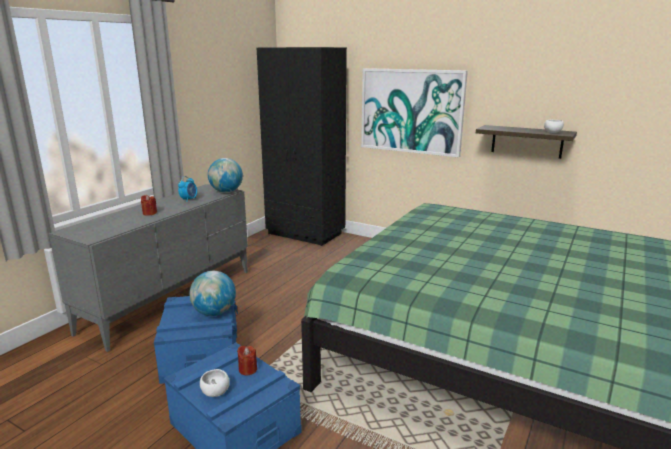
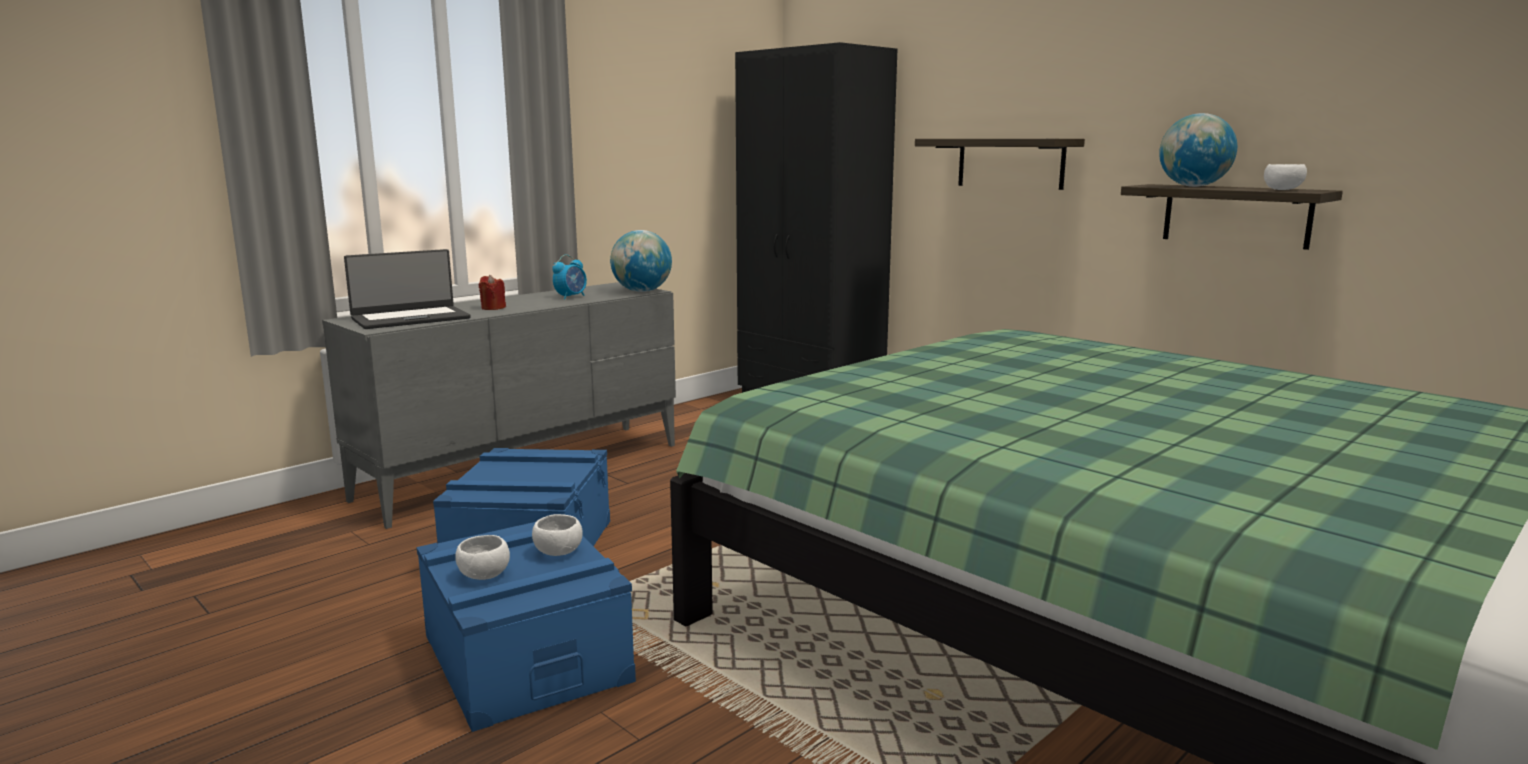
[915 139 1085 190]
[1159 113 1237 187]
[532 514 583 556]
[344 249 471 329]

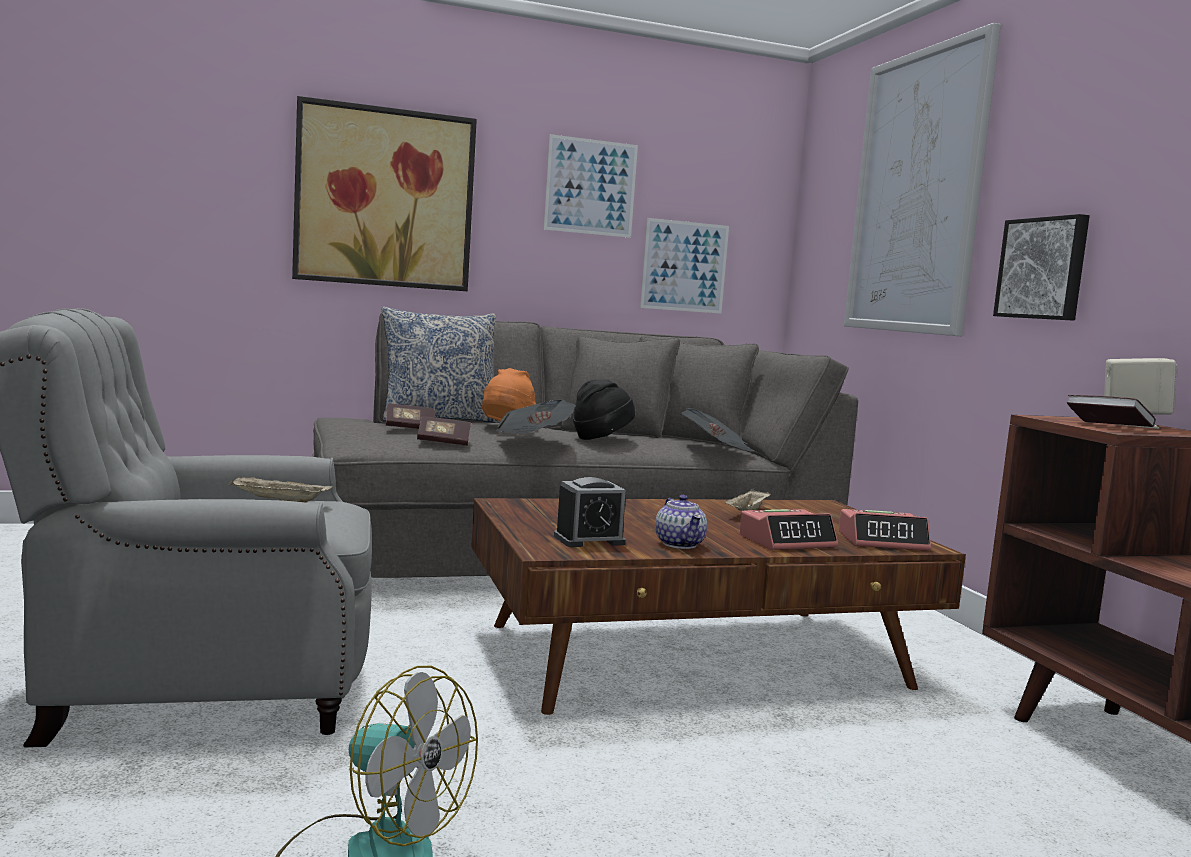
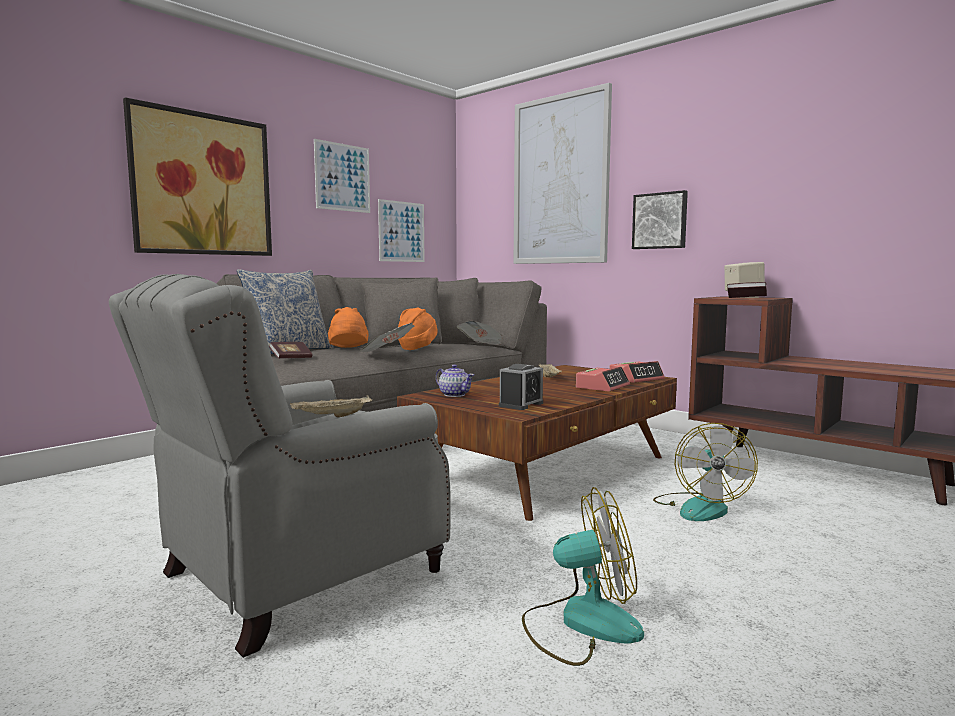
[398 308 438 350]
[417 416 471 446] (first image)
[436 364 474 397]
[653 423 758 521]

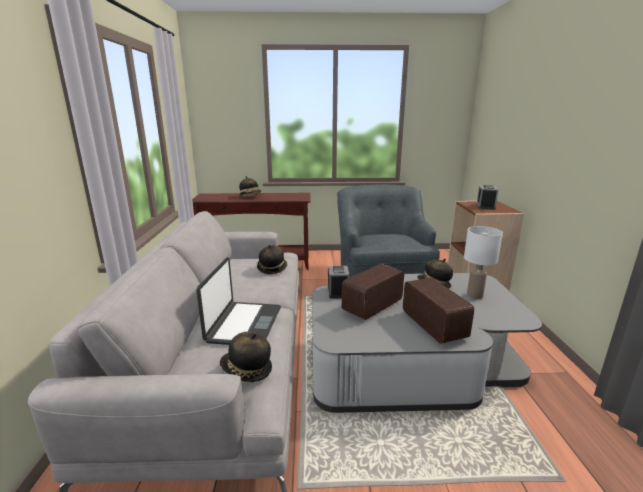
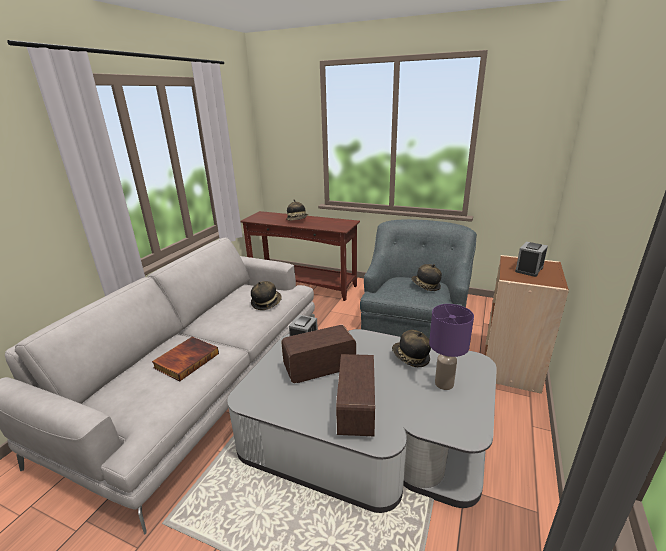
[429 304 474 390]
[152 337 219 381]
[411 264 442 291]

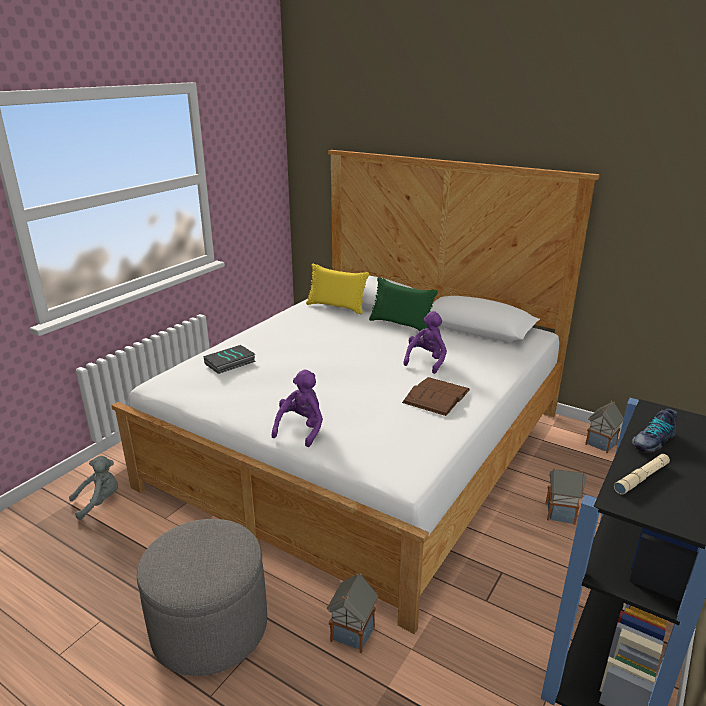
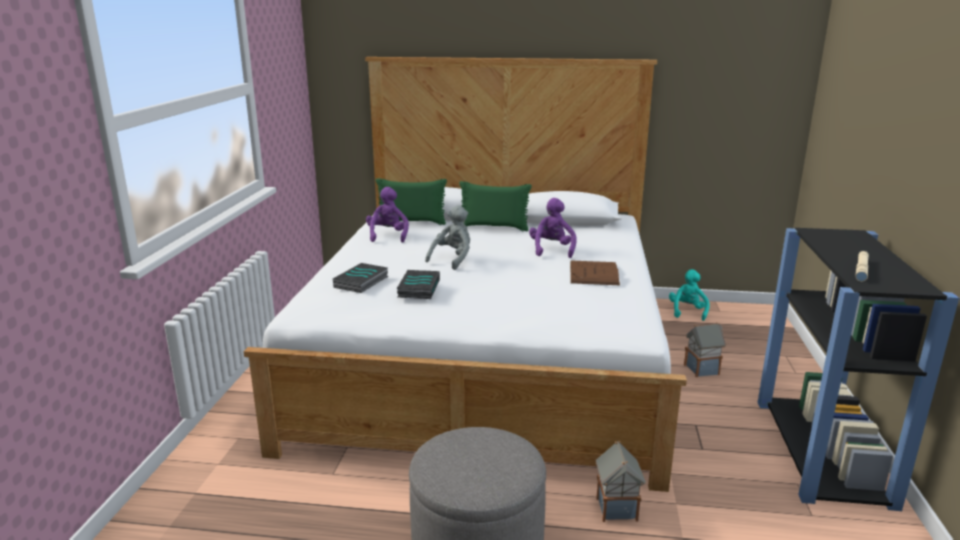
[376 178 447 225]
[366 187 409 242]
[669 269 709 321]
[632 409 677 453] (first image)
[425 205 470 270]
[396 270 440 299]

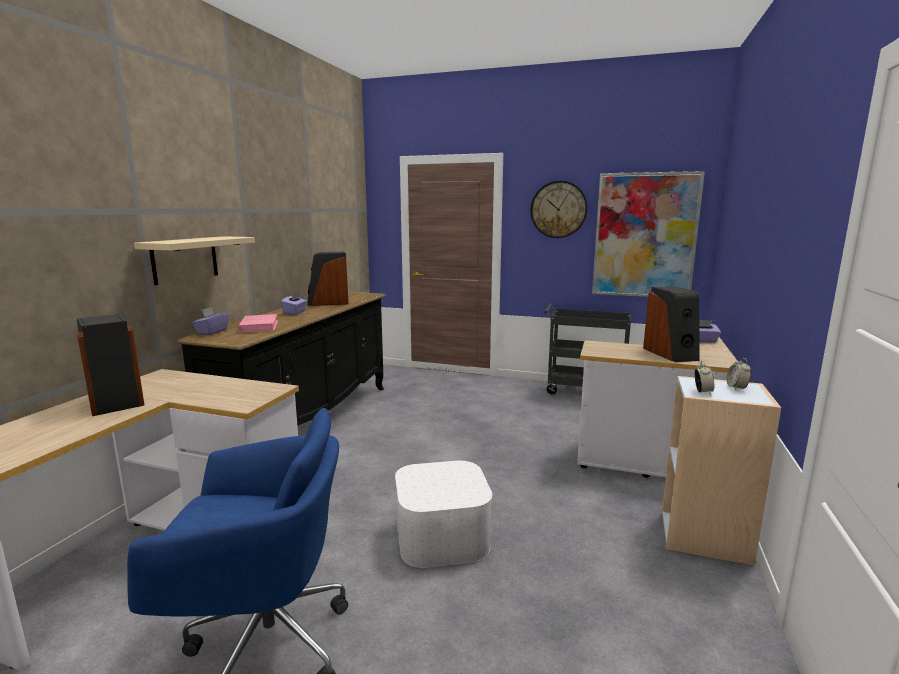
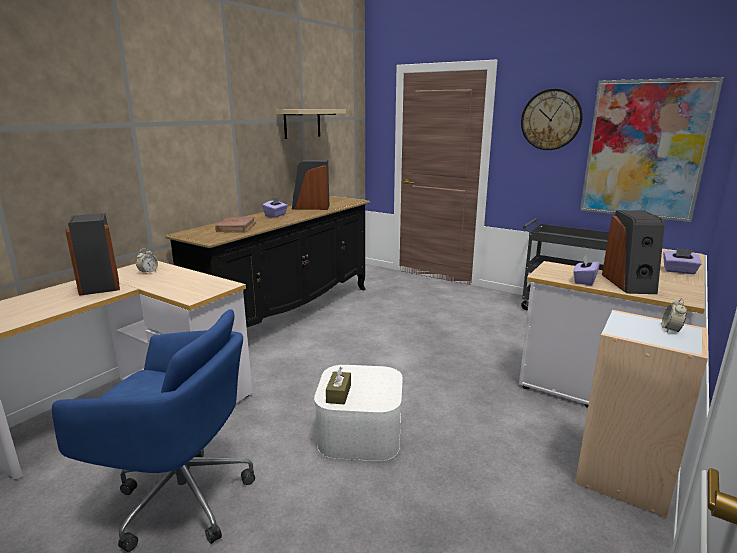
[276 109 346 139]
[573 256 600 286]
[215 217 256 233]
[136 248 158 274]
[326 367 351 405]

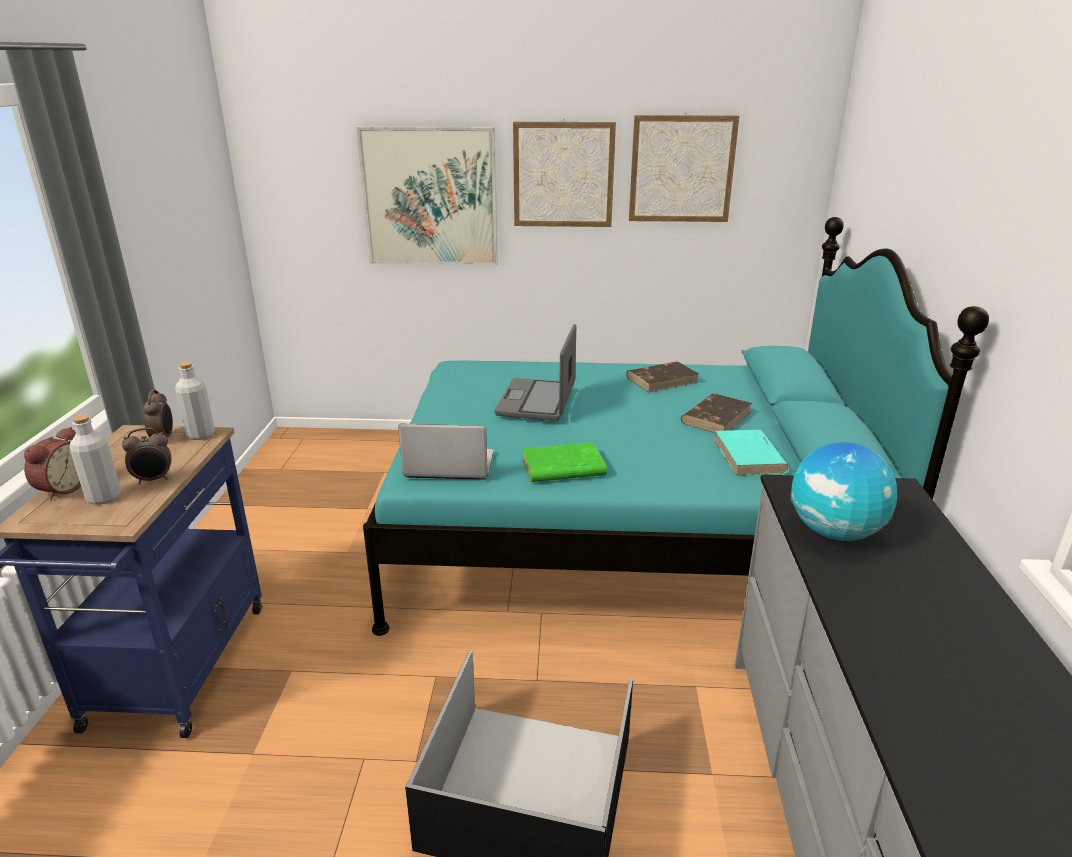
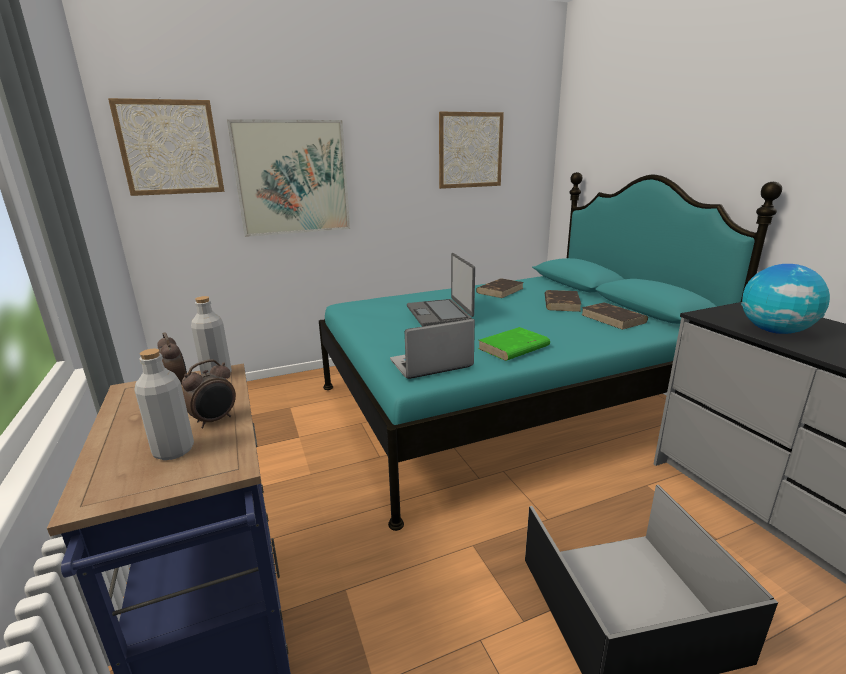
[108 97 225 196]
[24 427 81 501] (first image)
[582 302 648 330]

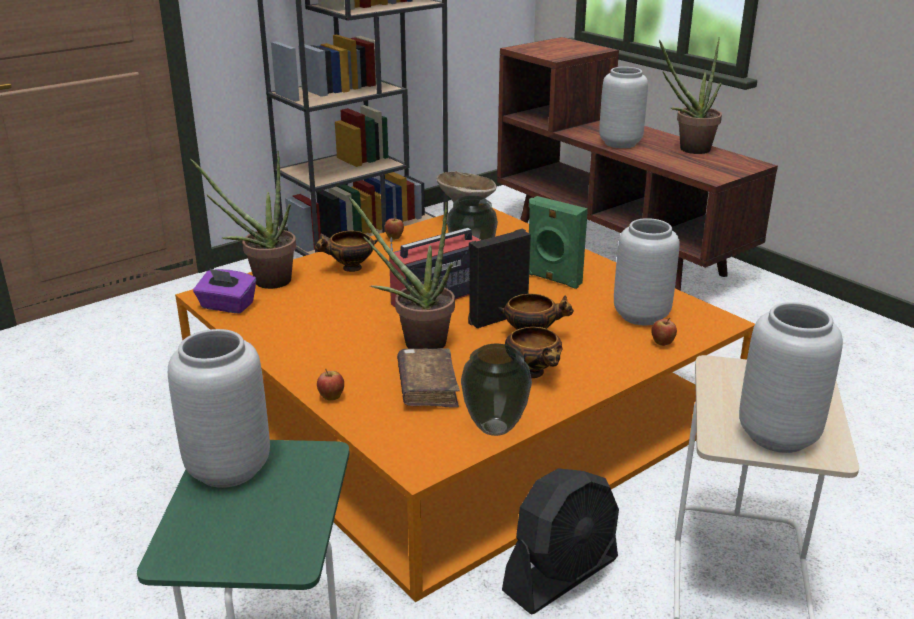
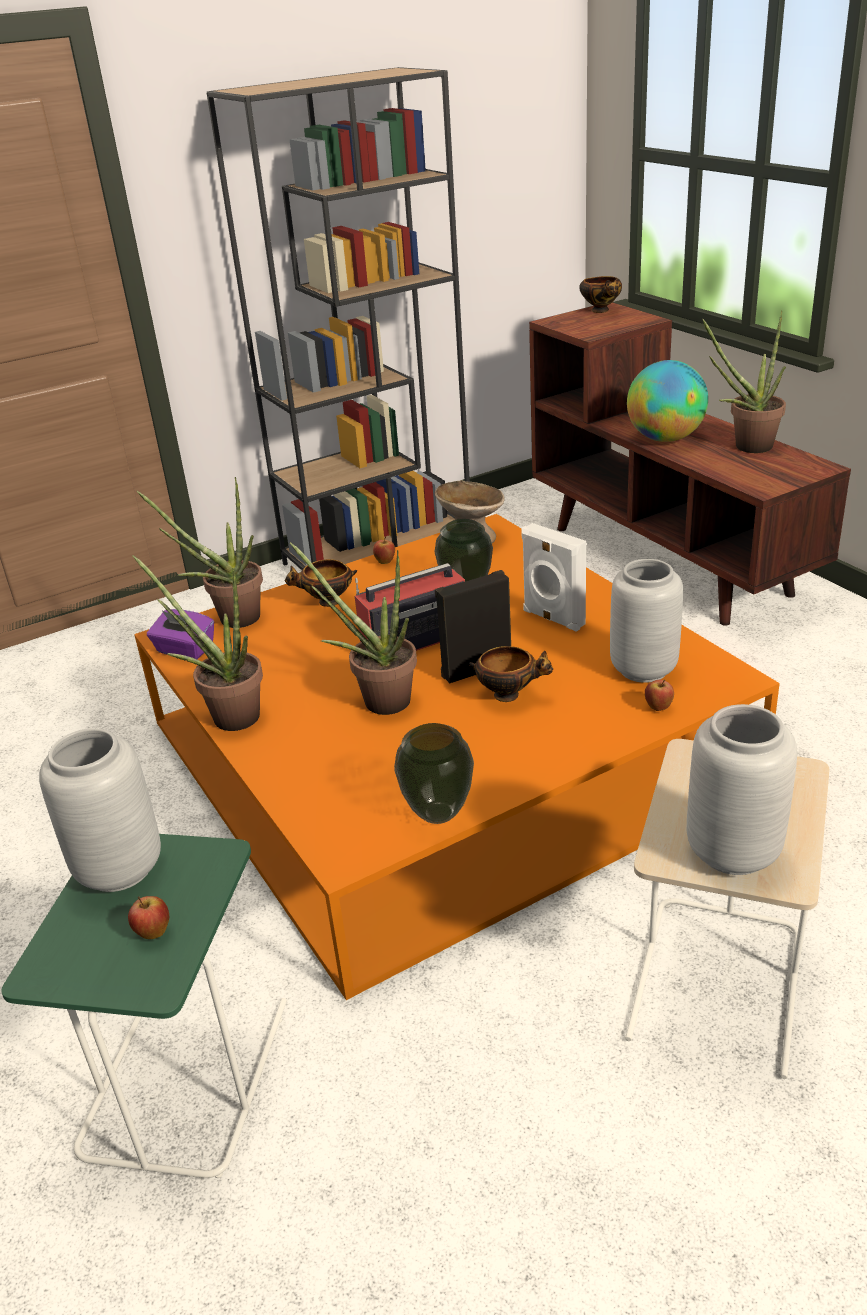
[627 360 708 442]
[521 523 586 632]
[579 276 622 313]
[397 348 460 407] (first image)
[128 896 169 939]
[502 468 619 614] (first image)
[132 555 263 731]

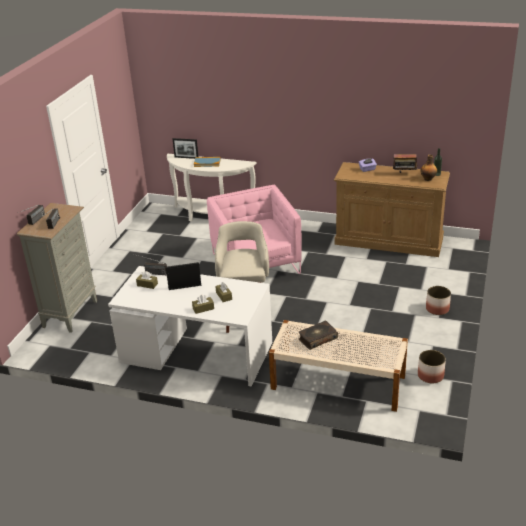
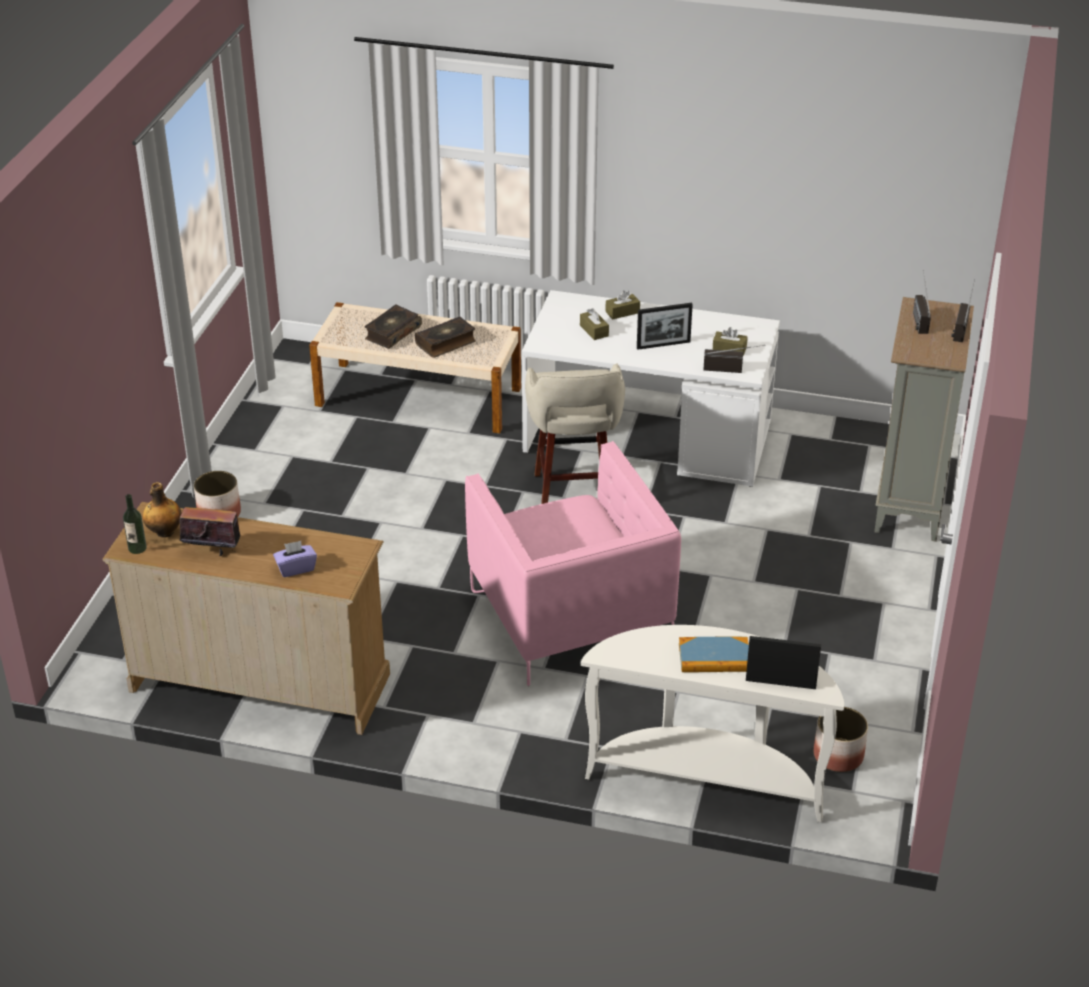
[814 707 868 772]
[364 305 422 349]

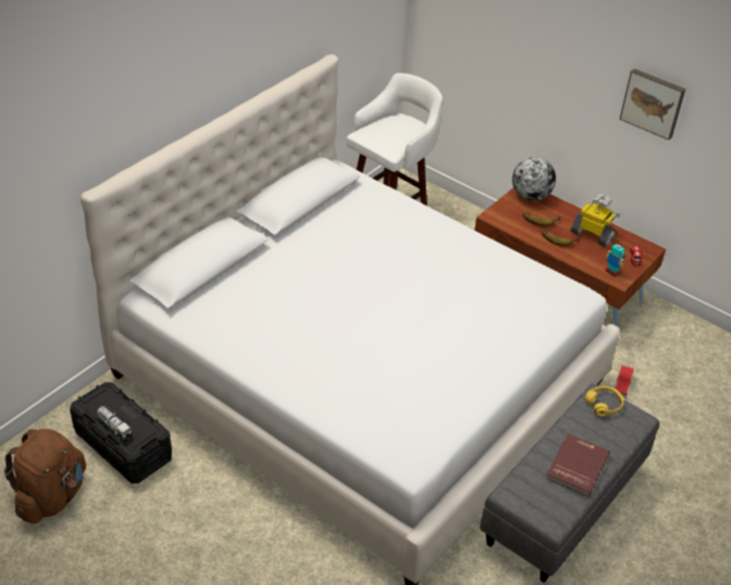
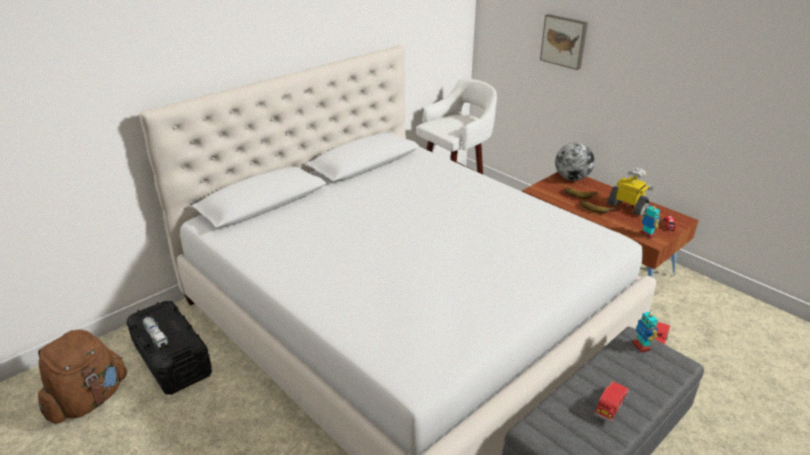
[540 14 588 70]
[632 312 658 353]
[594 381 629 423]

